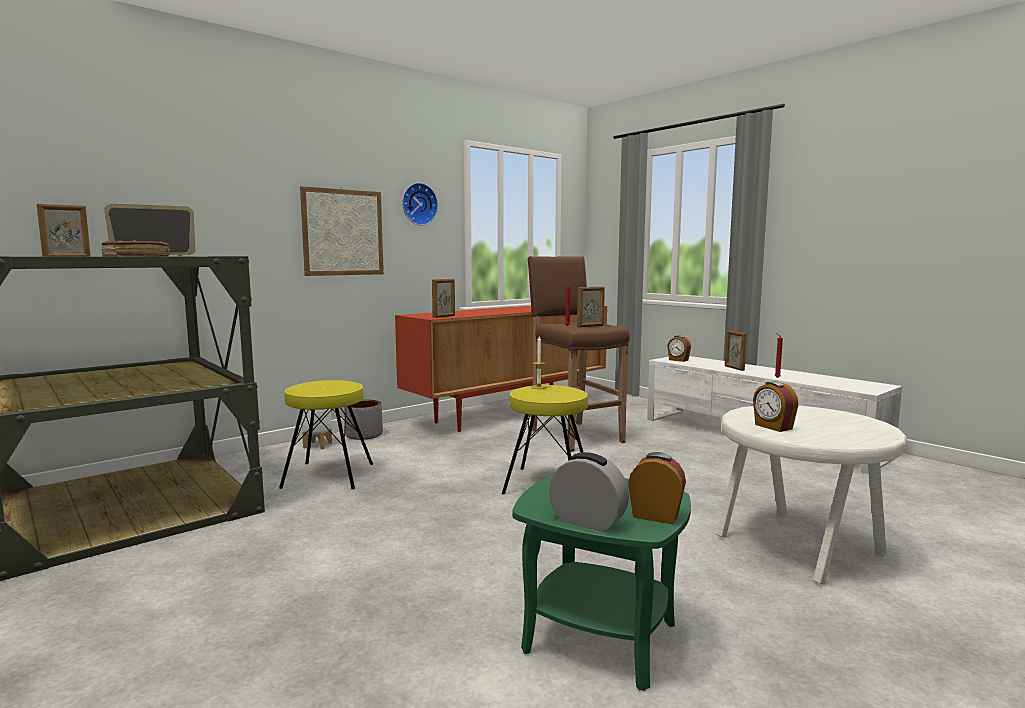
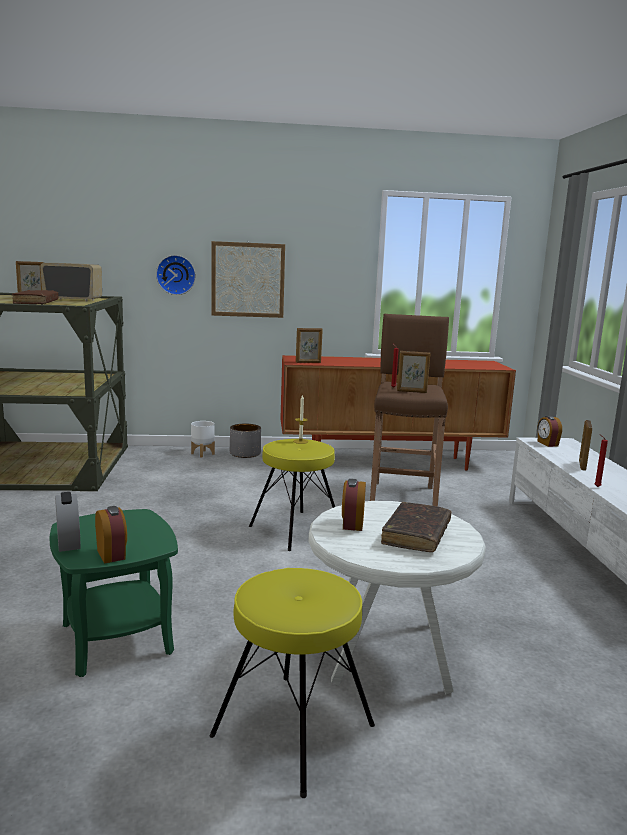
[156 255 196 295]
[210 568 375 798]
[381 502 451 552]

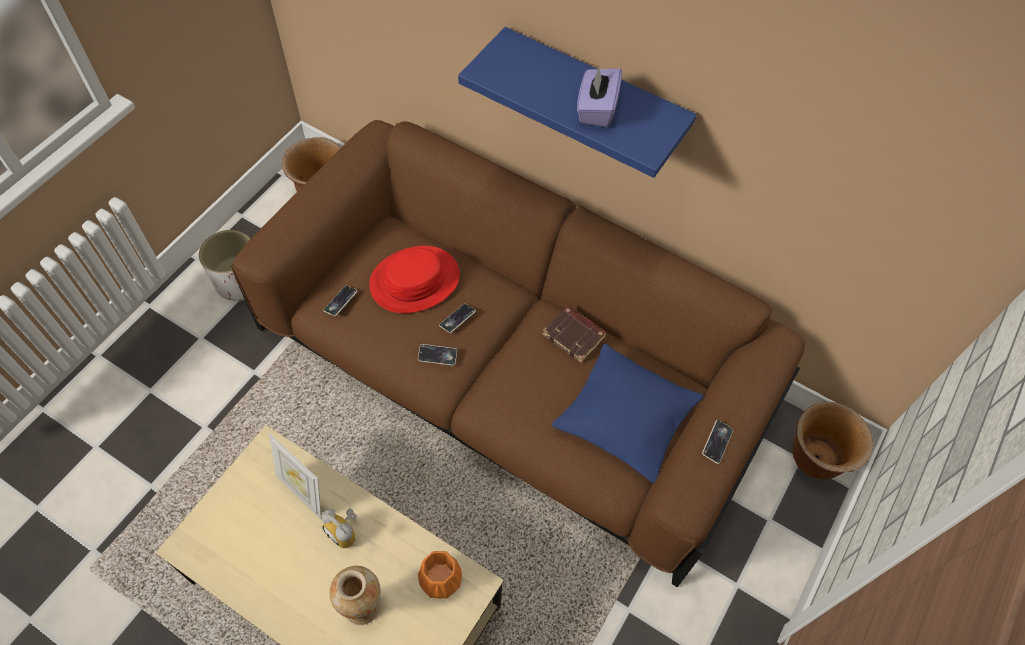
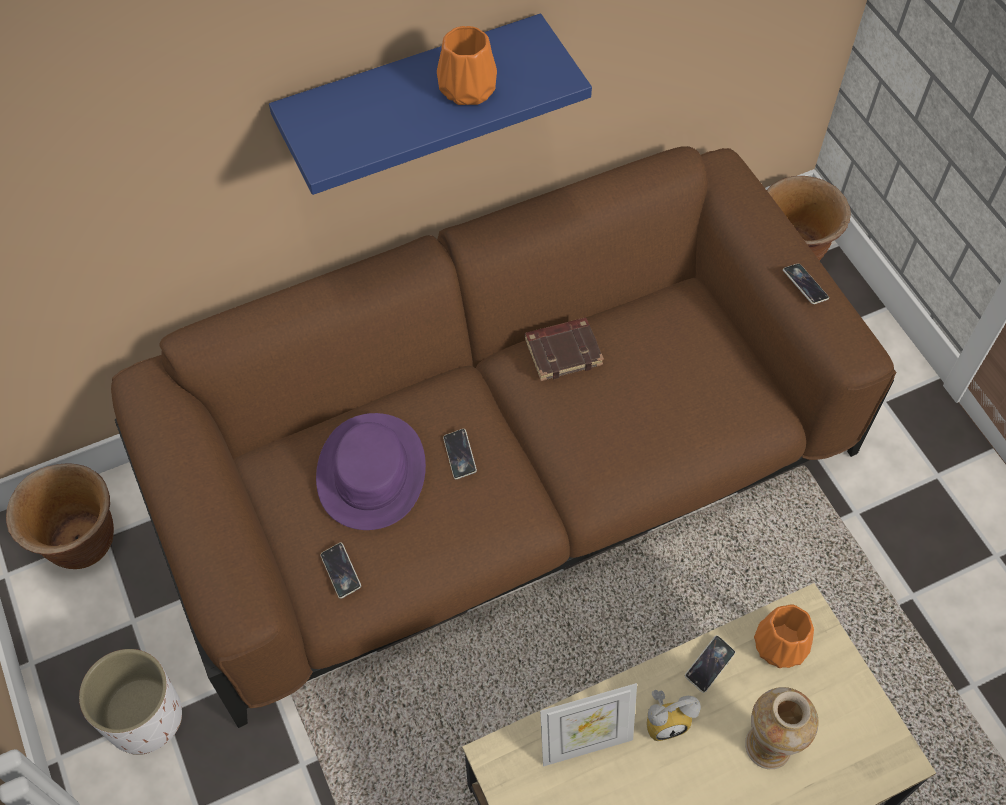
[437 26 497 105]
[316 413 426 530]
[685 635 736 693]
[552 344 703 483] (first image)

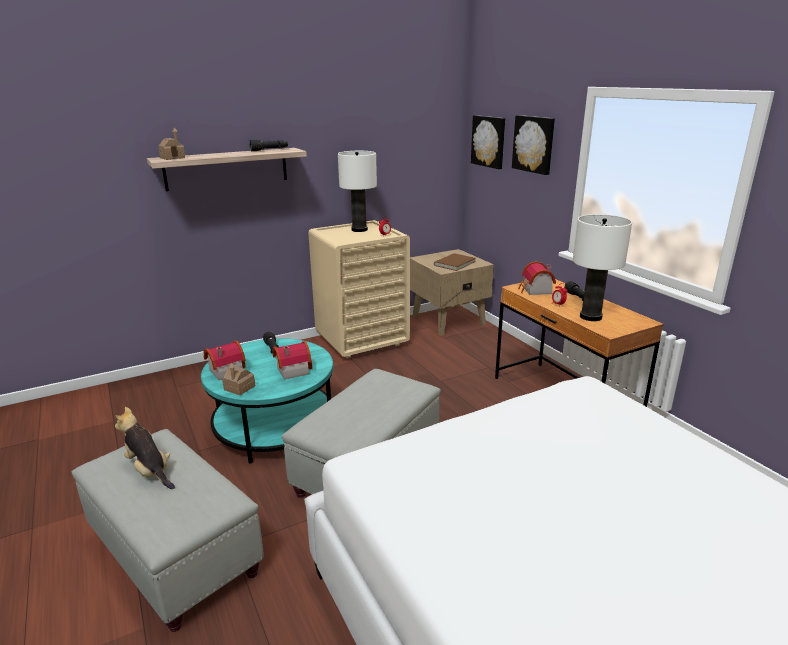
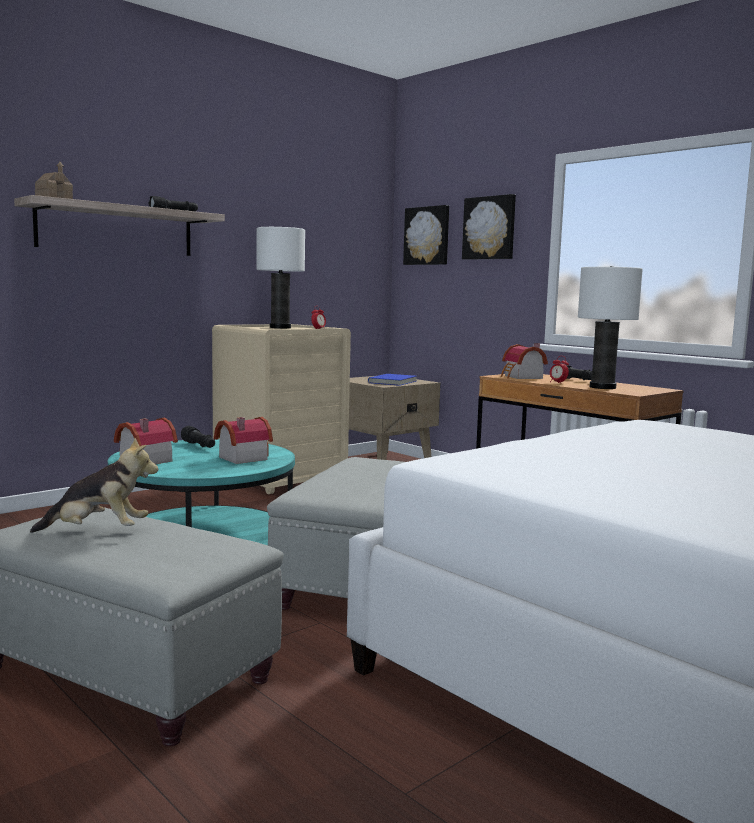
[368 374 417 386]
[222 363 256 395] (first image)
[30 438 158 533]

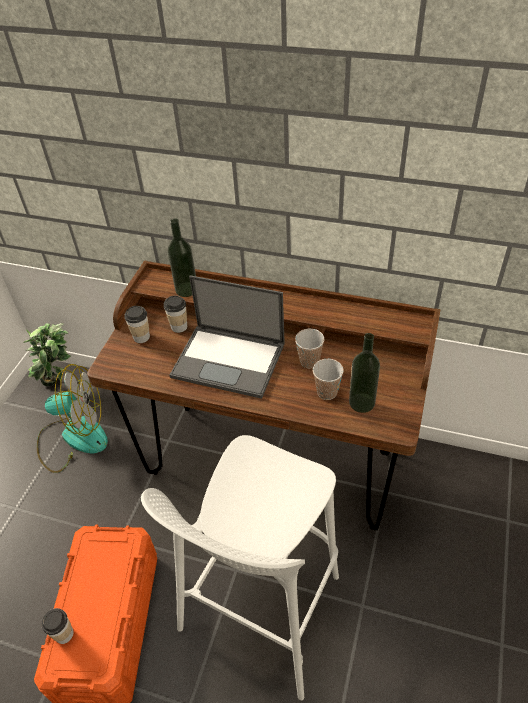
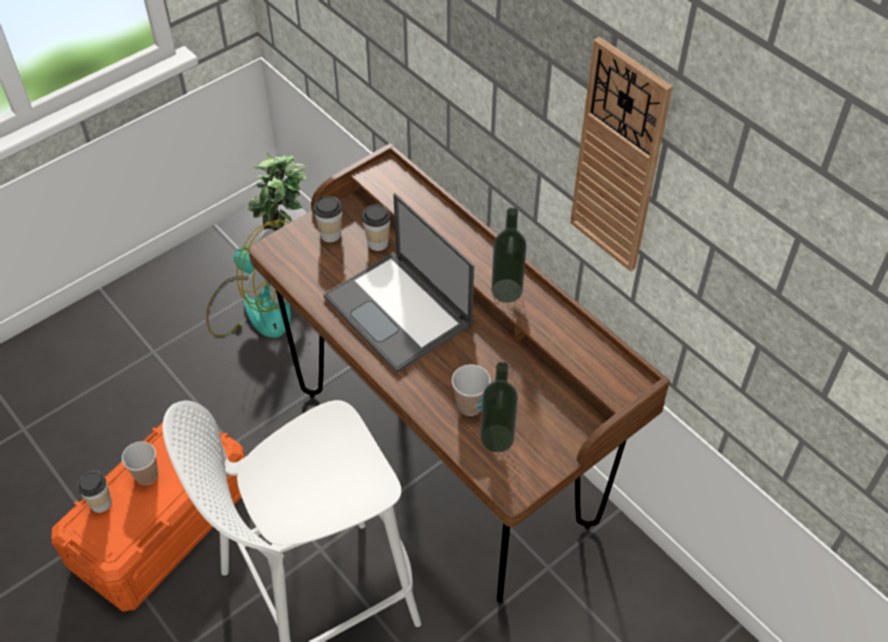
[491 207 527 303]
[122 441 158 485]
[570 37 673 272]

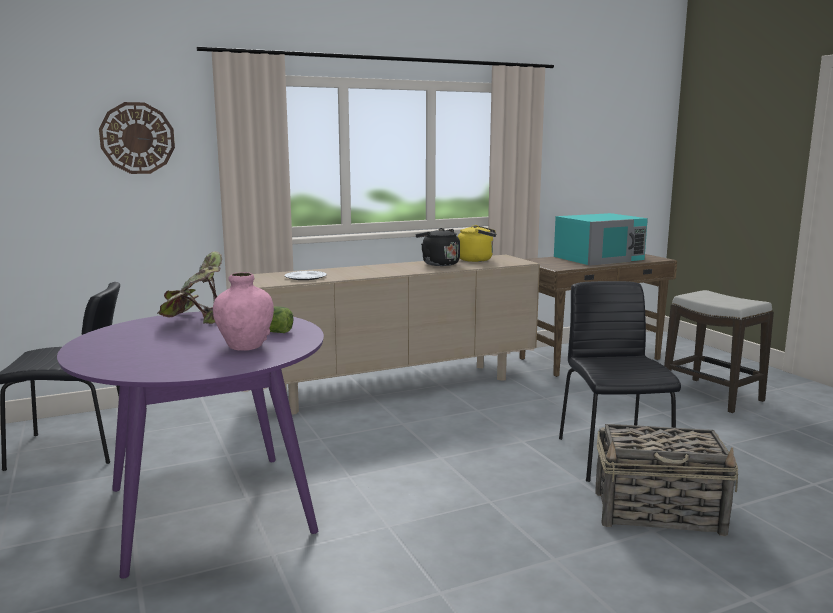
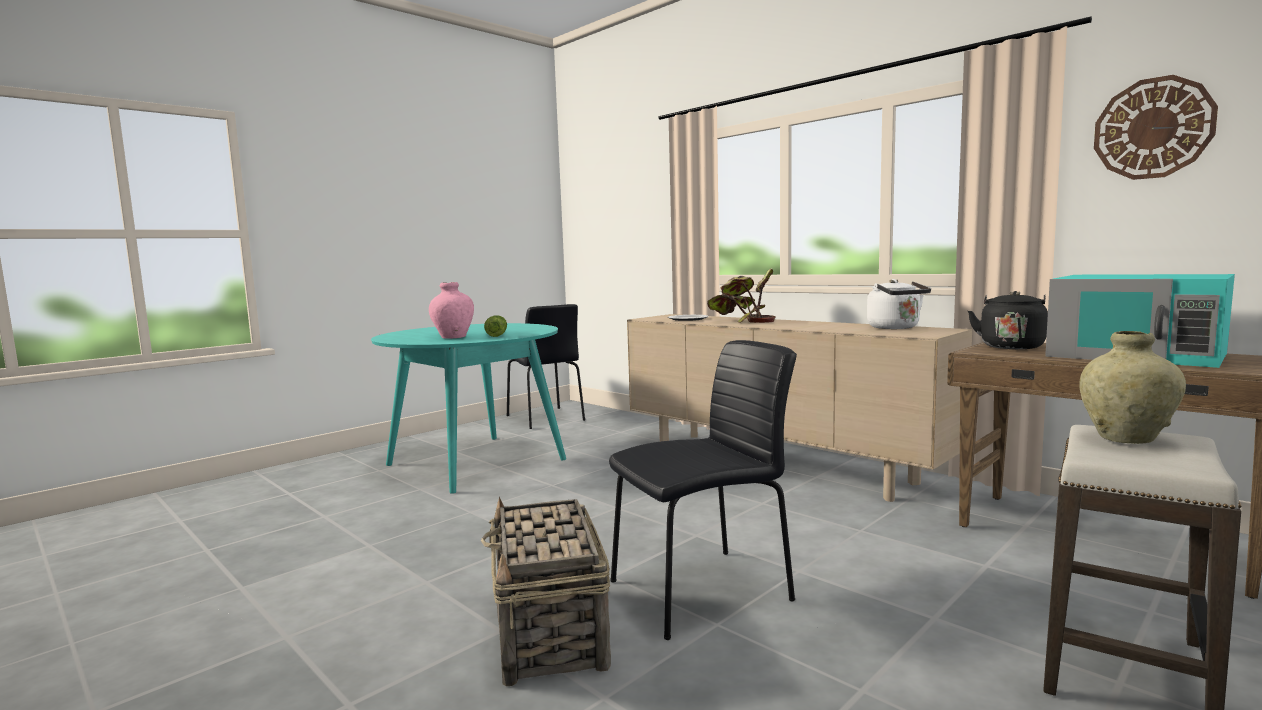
[1094 75 1218 180]
[867 279 931 329]
[968 291 1048 349]
[707 268 775 323]
[371 323 566 493]
[1080 331 1186 444]

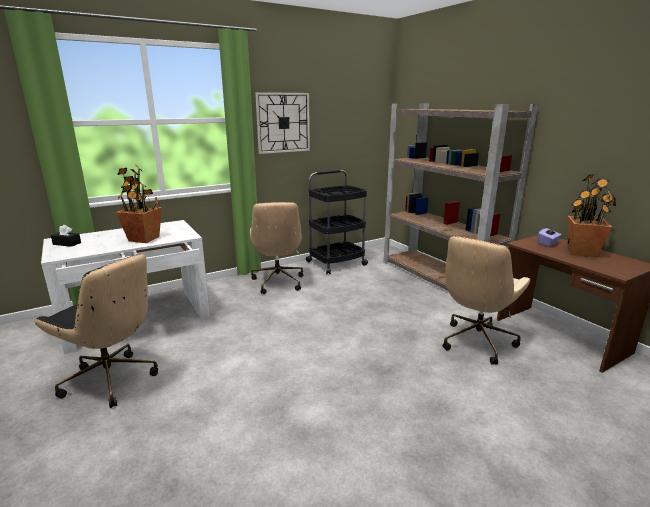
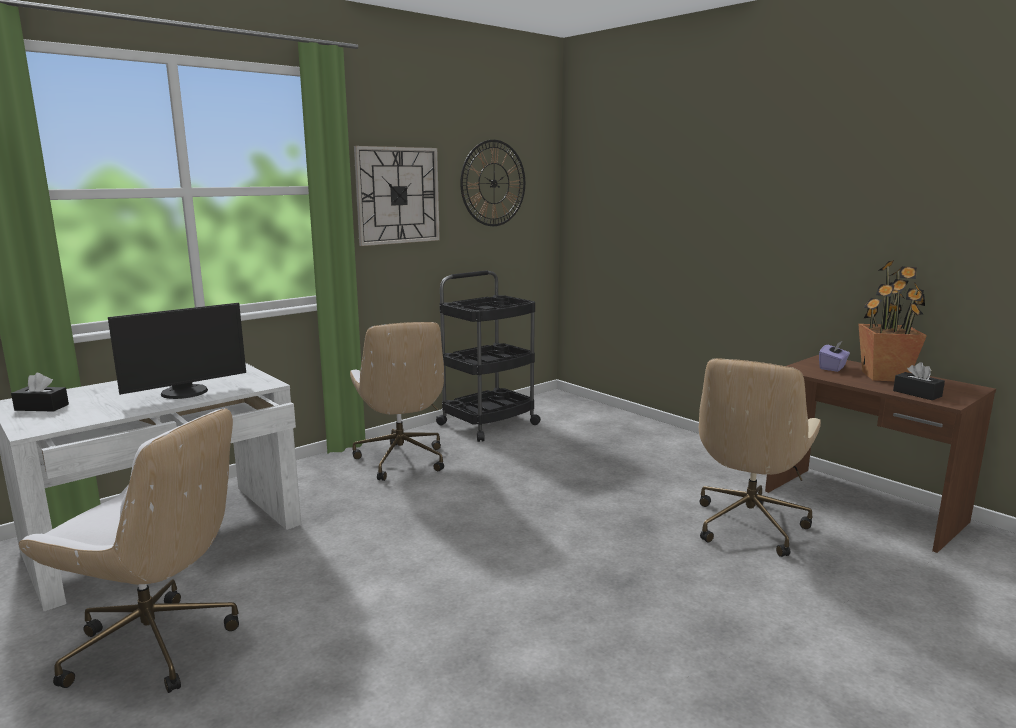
[384 103 538 291] (first image)
[108 303 246 399]
[19 408 239 693]
[460 140 525 226]
[893 362 945 400]

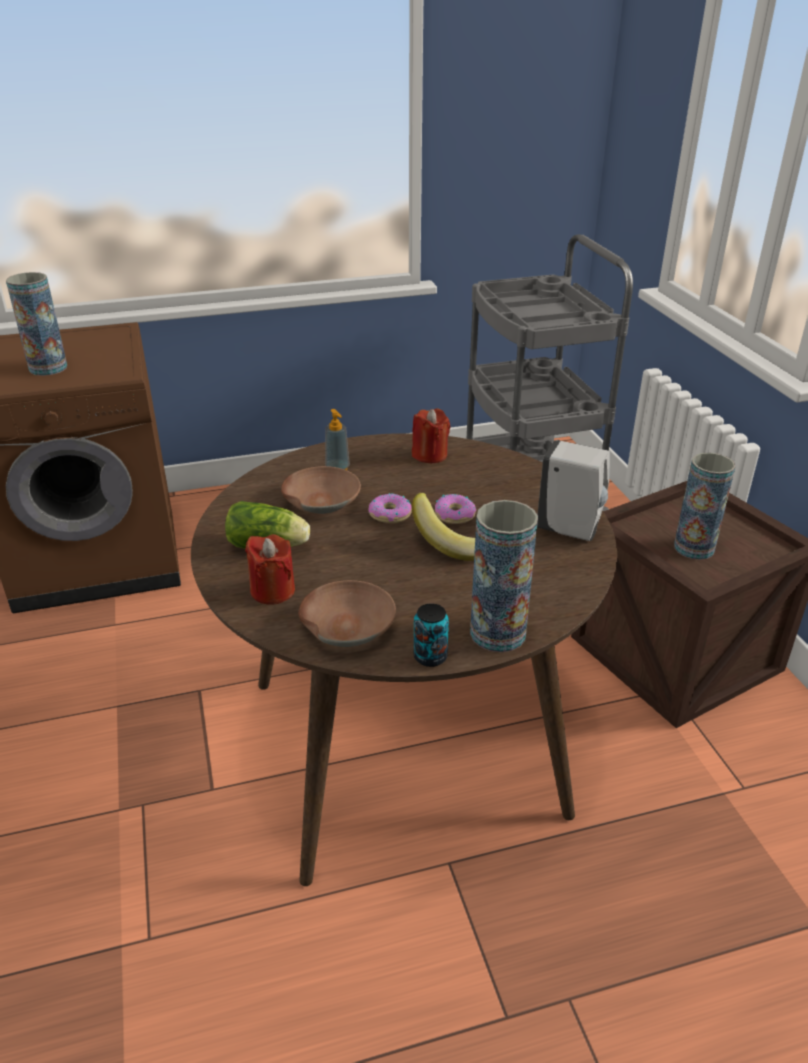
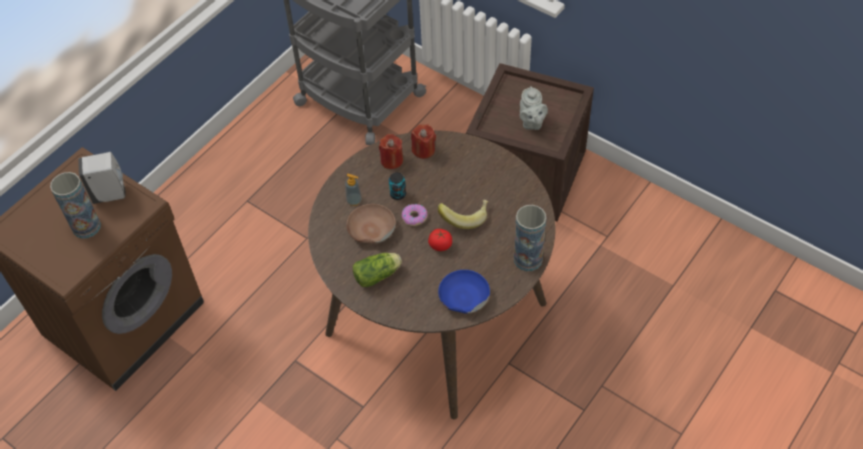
[78 152 126 204]
[520 86 548 130]
[435 494 476 524] (first image)
[411 124 436 159]
[438 270 490 314]
[389 172 406 200]
[428 229 452 251]

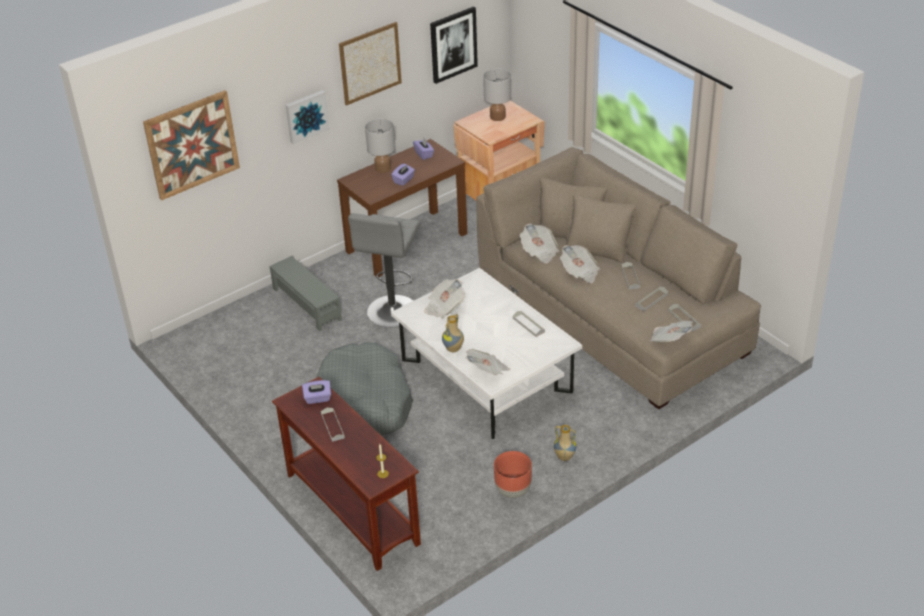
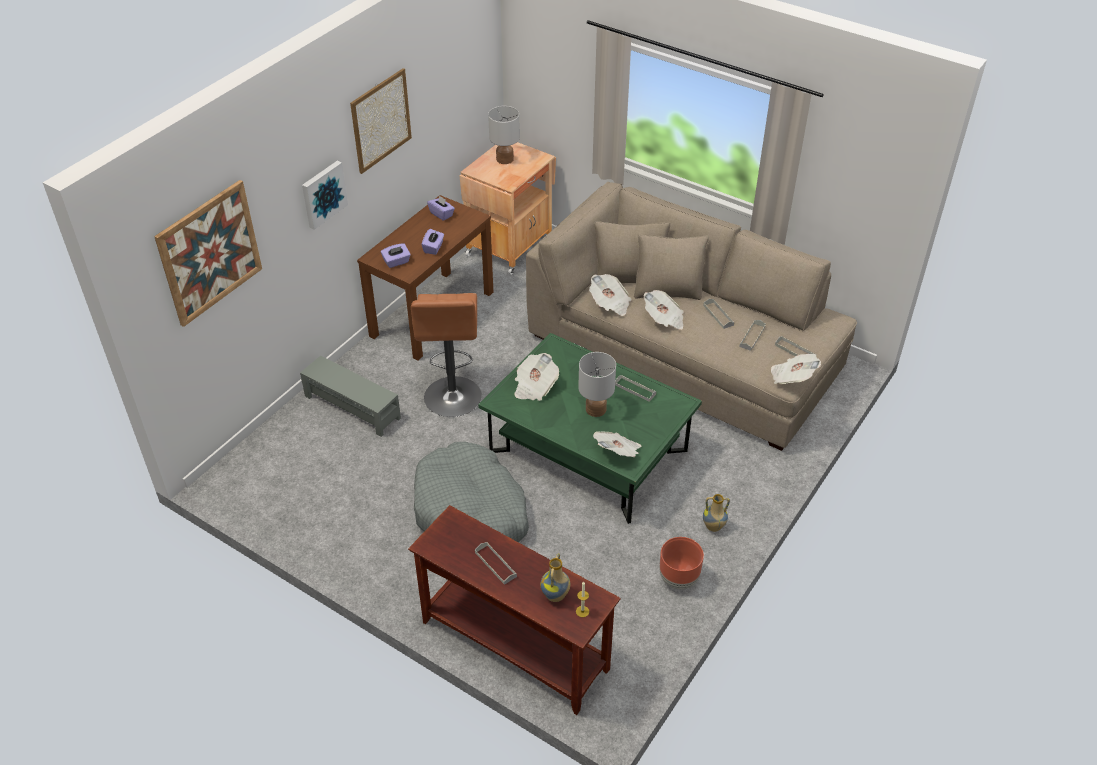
[430 7 478 84] (first image)
[578 352 616 417]
[411 293 482 417]
[478 333 702 524]
[541 553 570 602]
[381 244 411 268]

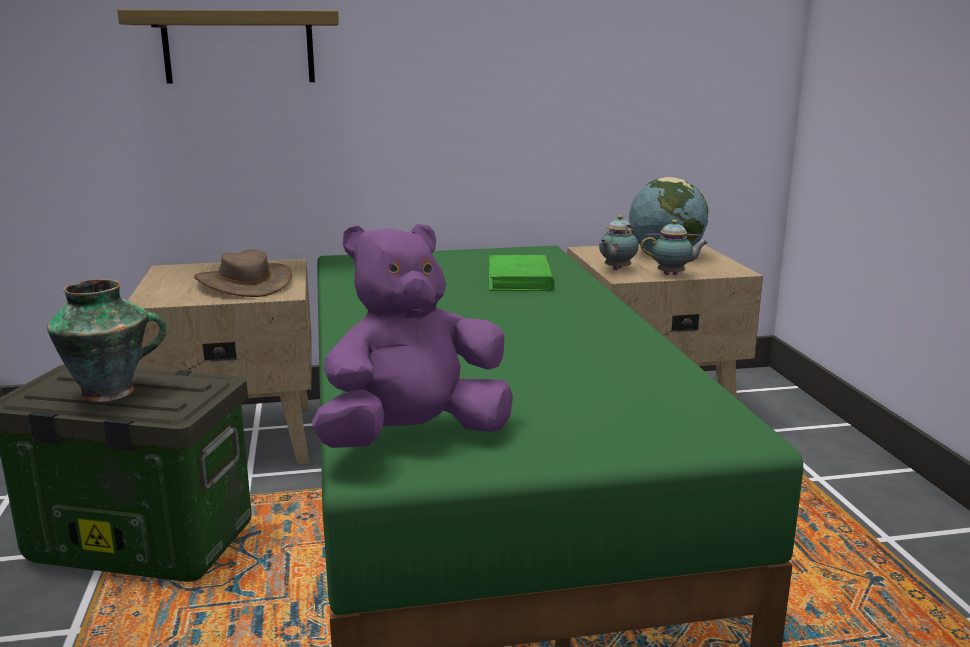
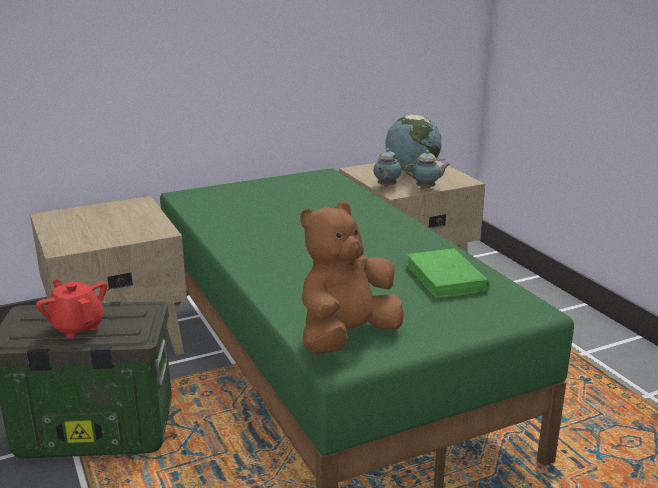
[117 9 339 84] (first image)
[300 202 404 354]
[194 249 292 297] (first image)
[406 248 490 299]
[36 279 107 338]

